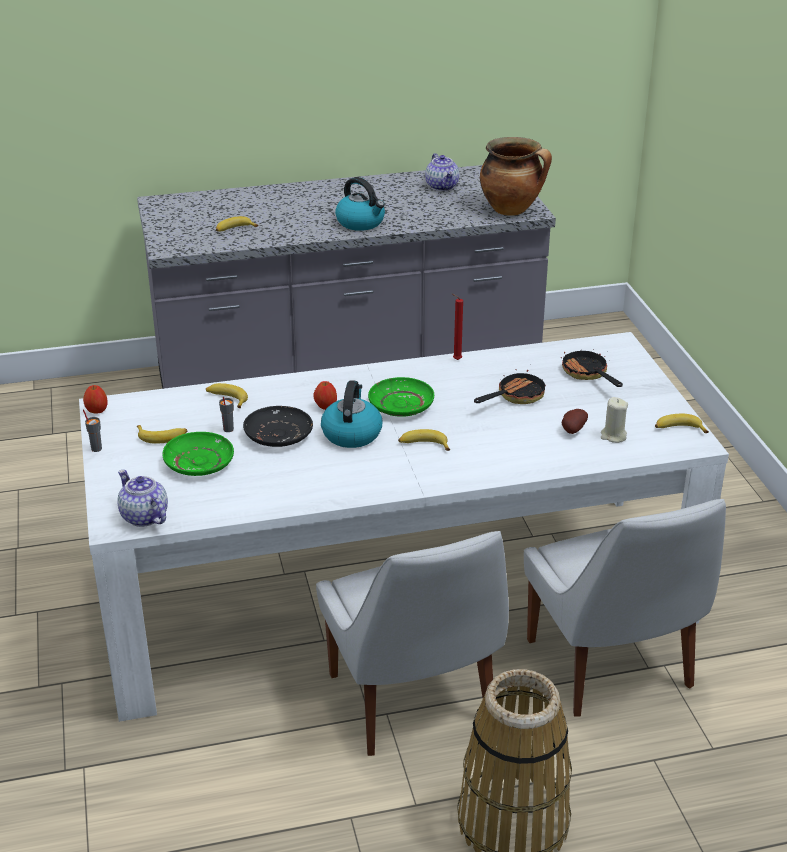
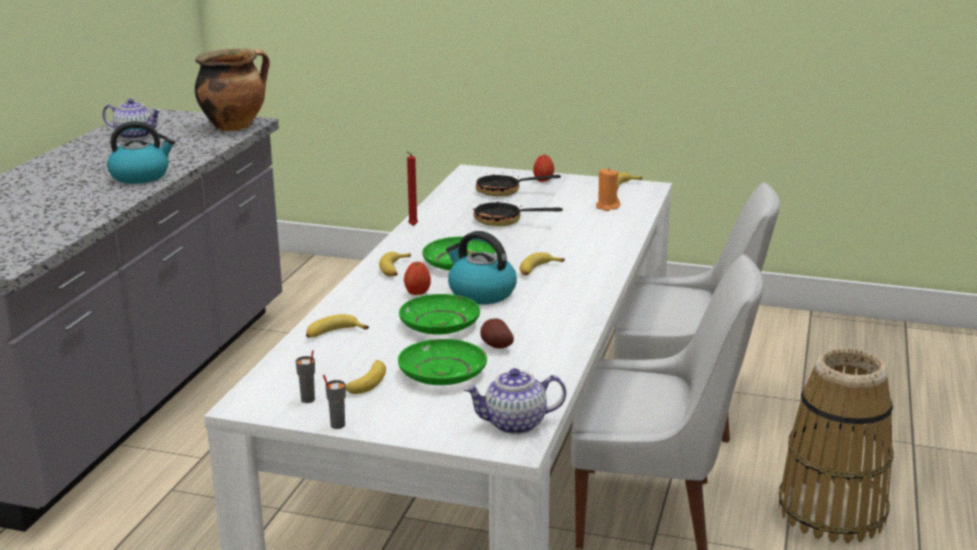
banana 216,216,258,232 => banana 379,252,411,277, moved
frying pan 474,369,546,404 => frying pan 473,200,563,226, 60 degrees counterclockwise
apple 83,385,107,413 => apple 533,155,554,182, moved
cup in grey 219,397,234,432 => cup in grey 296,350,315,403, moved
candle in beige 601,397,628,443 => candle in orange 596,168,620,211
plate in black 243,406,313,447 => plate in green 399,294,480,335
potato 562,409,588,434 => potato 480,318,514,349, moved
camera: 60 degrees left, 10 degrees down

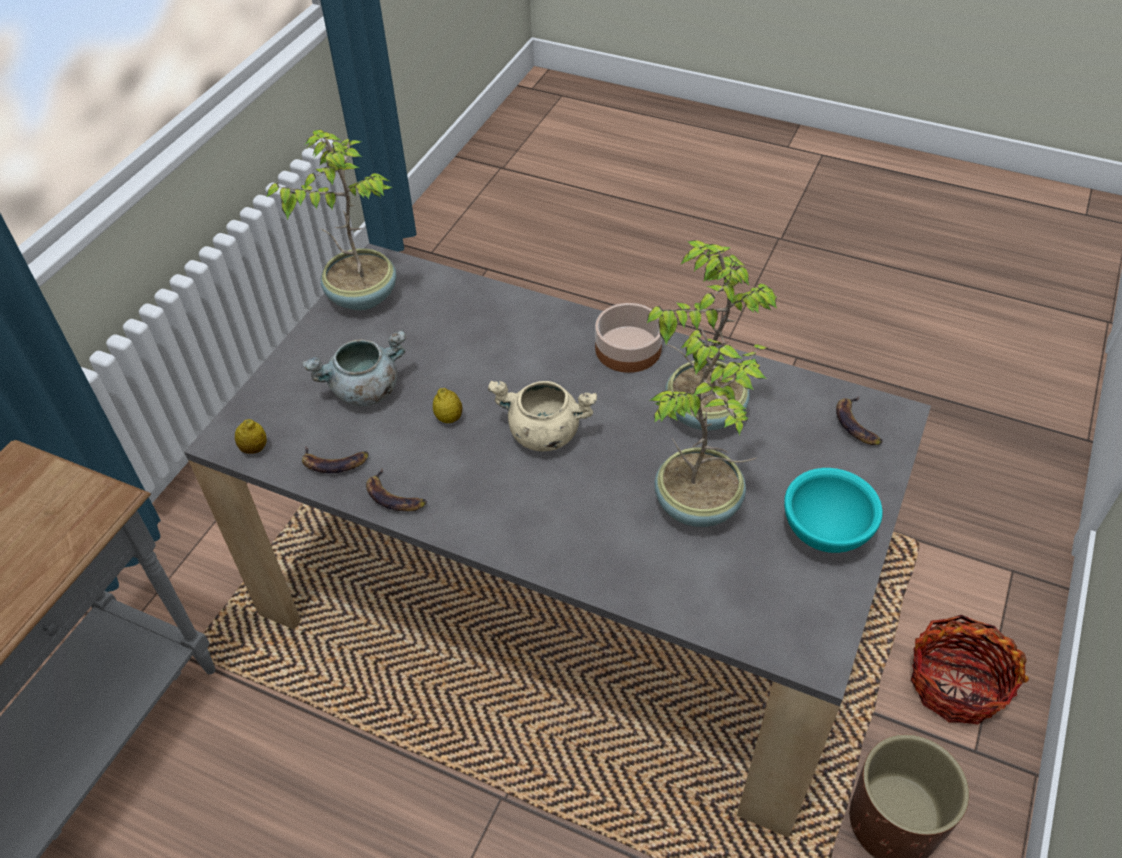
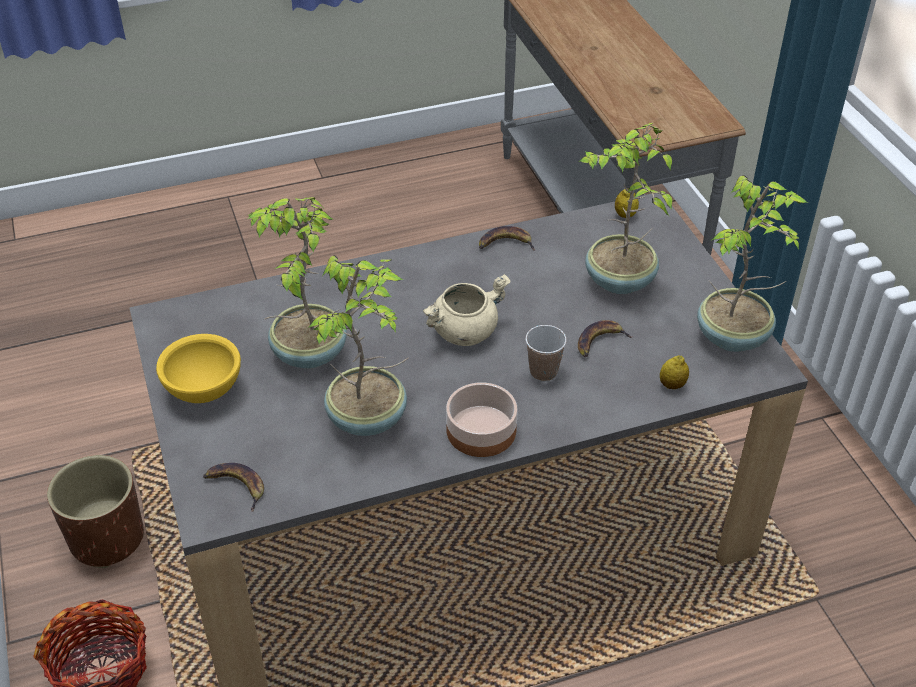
cooking pot in grey 302,330,406,407 => potted plant 578,122,673,294
lemon 433,388,462,423 => lemon 660,355,689,389, moved
banana 302,446,369,473 => banana 578,320,632,357, moved
bowl in turquoise 784,468,883,553 => bowl in yellow 156,334,241,403
nothing => cup 526,325,567,381
camera: 135 degrees right, 5 degrees down

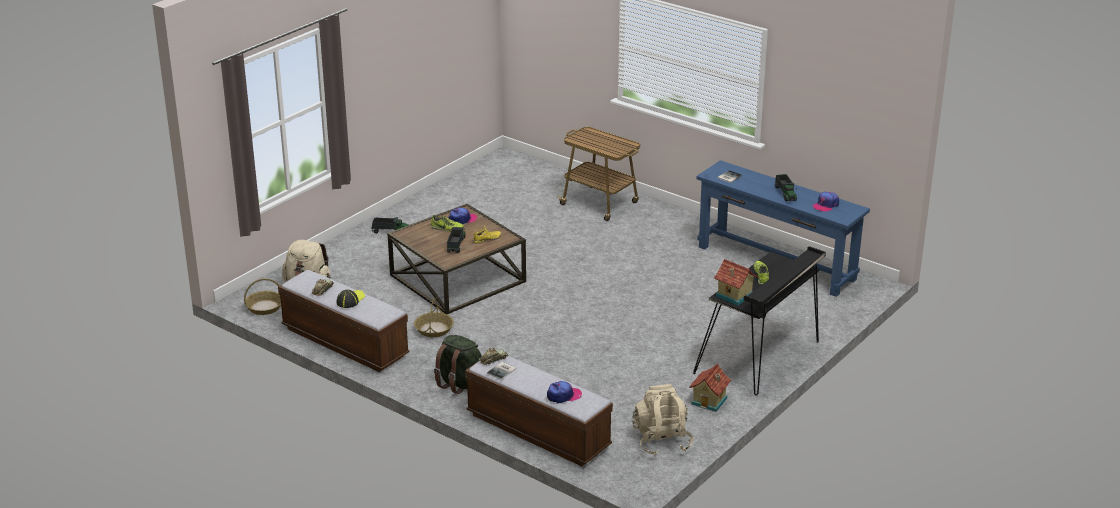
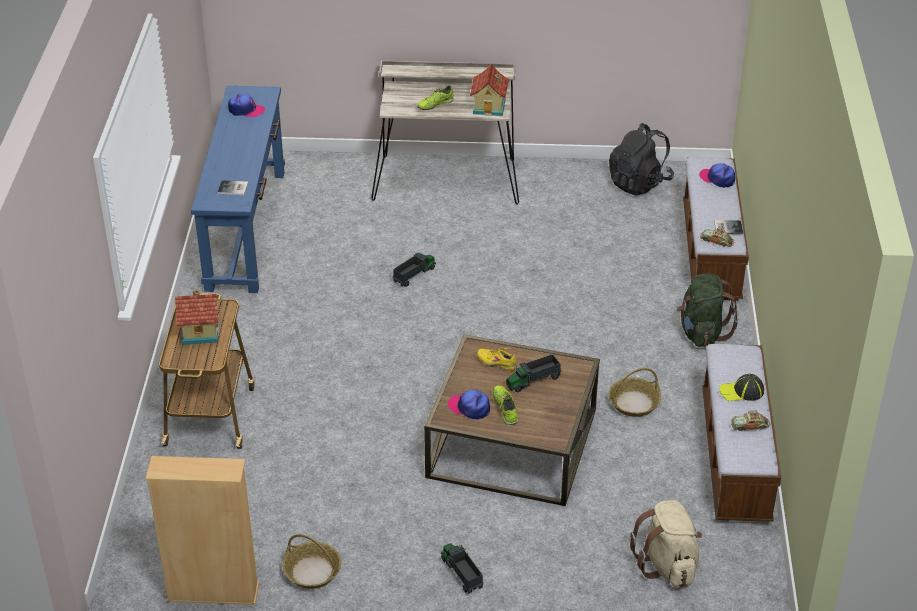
toy truck 775,174,797,201 => toy truck 392,252,436,287, moved
desk in black 693,246,826,395 => desk in beige 371,61,519,205
basket 244,279,281,315 => basket 283,534,341,589, moved
toy house 689,363,731,412 => toy house 175,289,219,345, moved
backpack in beige 632,384,694,455 => backpack in black 609,123,674,196
nothing => bookcase in beige 145,456,259,605
camera: 125 degrees left, 10 degrees up

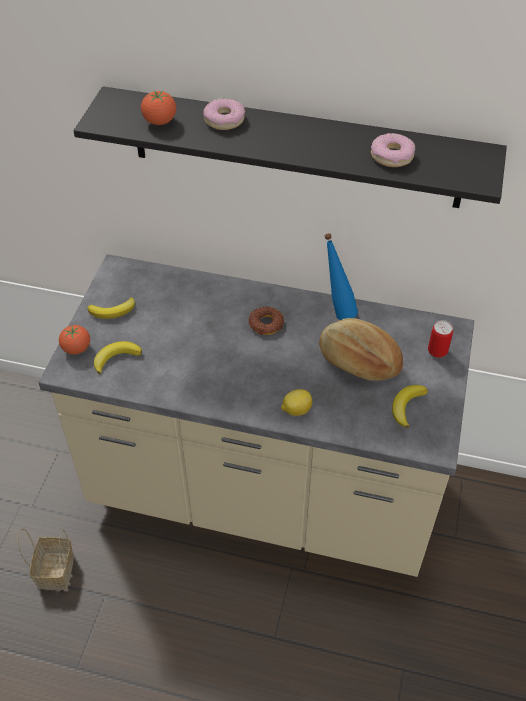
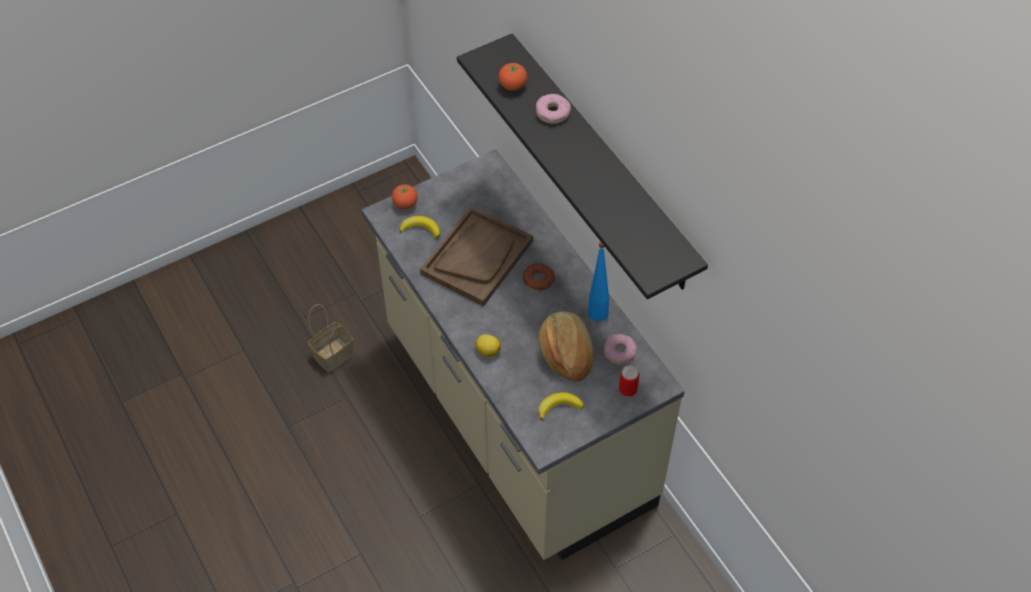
donut 371,133,415,167 => donut 604,334,637,365, moved
banana 88,297,135,319 => nothing
nothing => tray in brown 420,206,533,307
camera: 45 degrees right, 5 degrees up

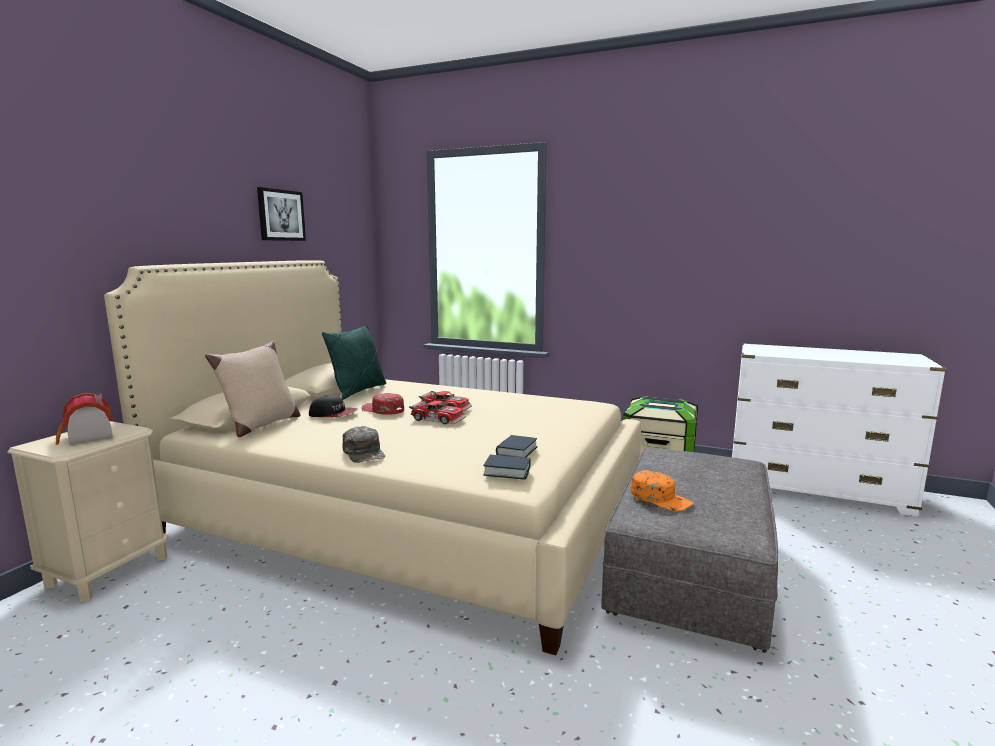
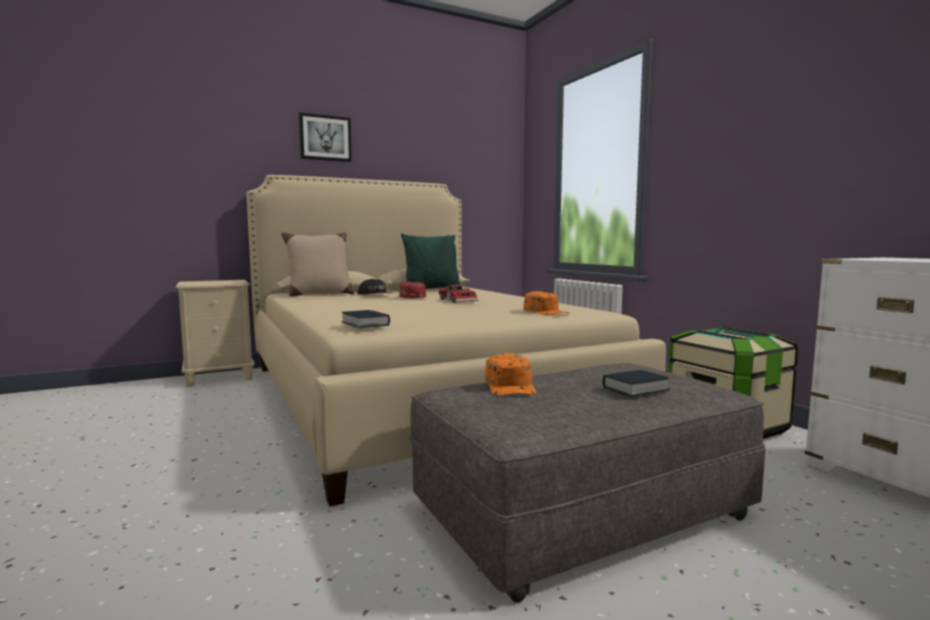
picture 257,187,306,241 => picture 299,113,352,162, moved
toy house 55,393,114,445 => nothing
toy car 409,400,466,424 => nothing
cap in green 342,426,385,463 => nothing
book 496,435,538,458 => book 603,370,670,397, moved
nothing => cap in orange 523,291,570,315
camera: 40 degrees right, 5 degrees down

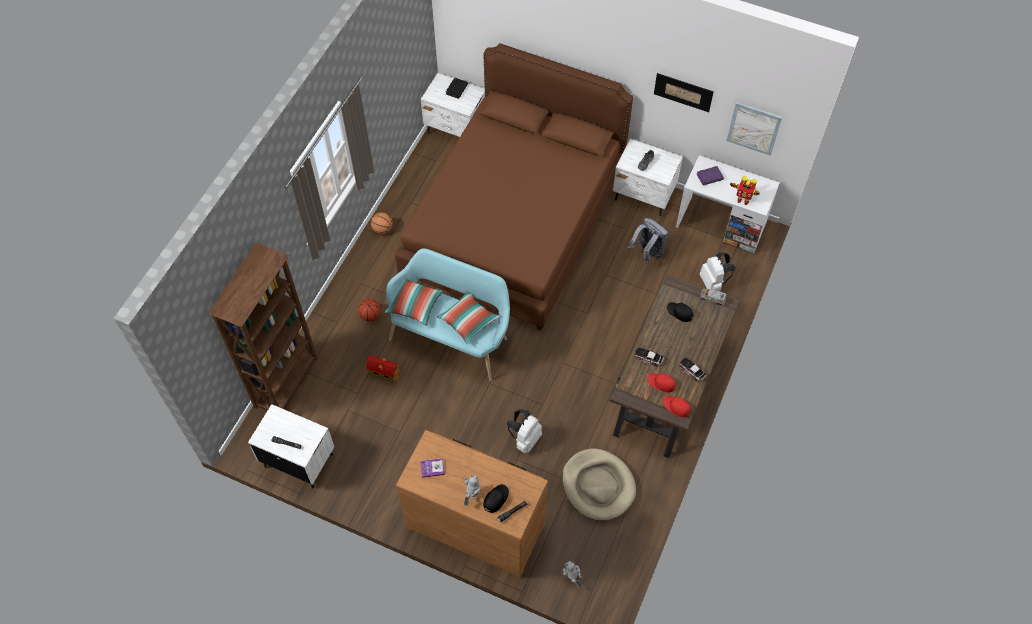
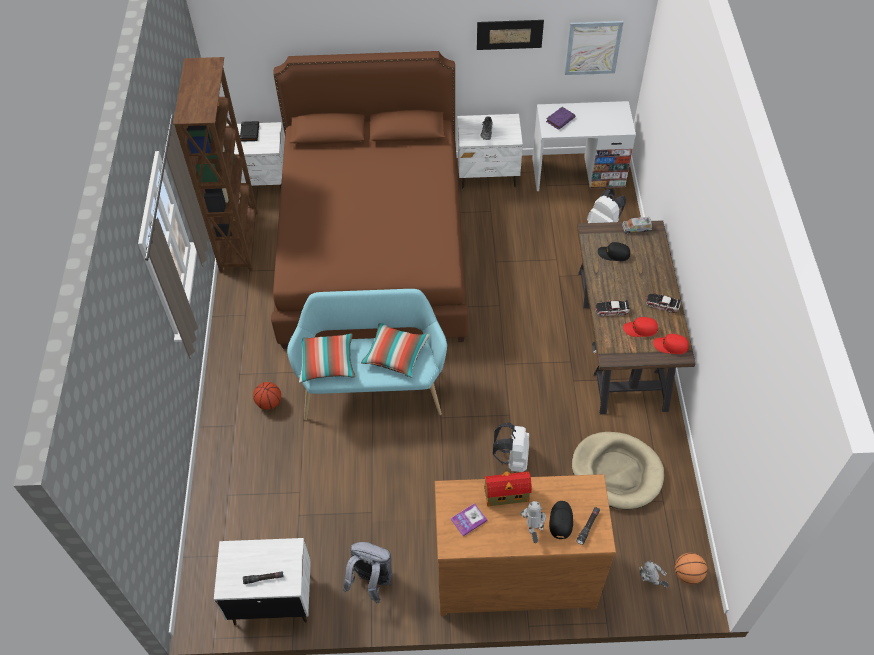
toy robot 730,176,760,205 => nothing
basketball 371,212,393,234 => basketball 675,553,707,584, moved
backpack in grey 628,218,668,264 => backpack in grey 343,542,392,603, moved
bookcase in brown 208,243,318,411 => bookcase in brown 173,57,258,272, moved
toy house 366,356,400,383 => toy house 484,471,532,506, moved
camera: 25 degrees left, 5 degrees down

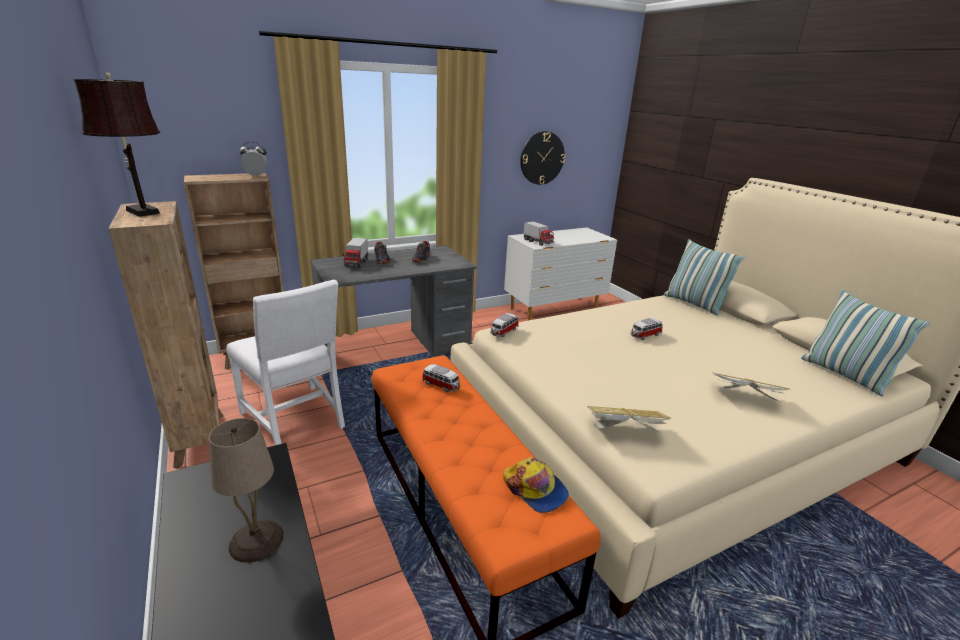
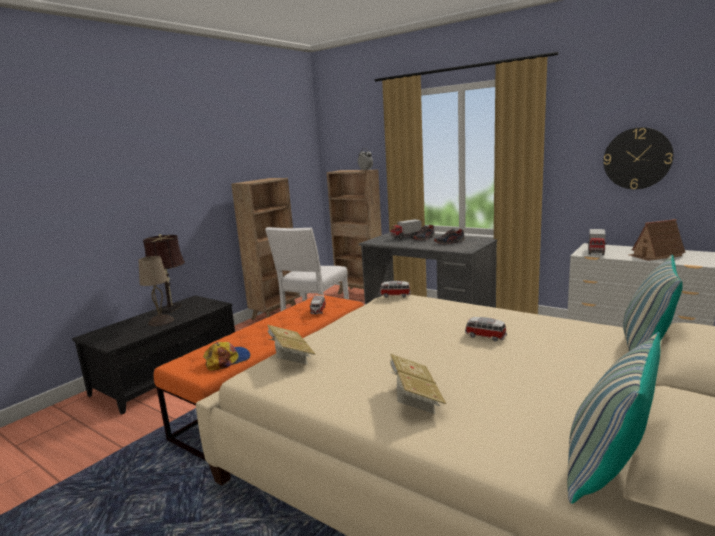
table lamp in brown 73,73,160,217 => table lamp in brown 143,234,185,313, moved
cap 503,457,569,513 => cap 203,342,250,371, 150 degrees counterclockwise
nothing => toy house 628,219,686,261
camera: 65 degrees right, 10 degrees down

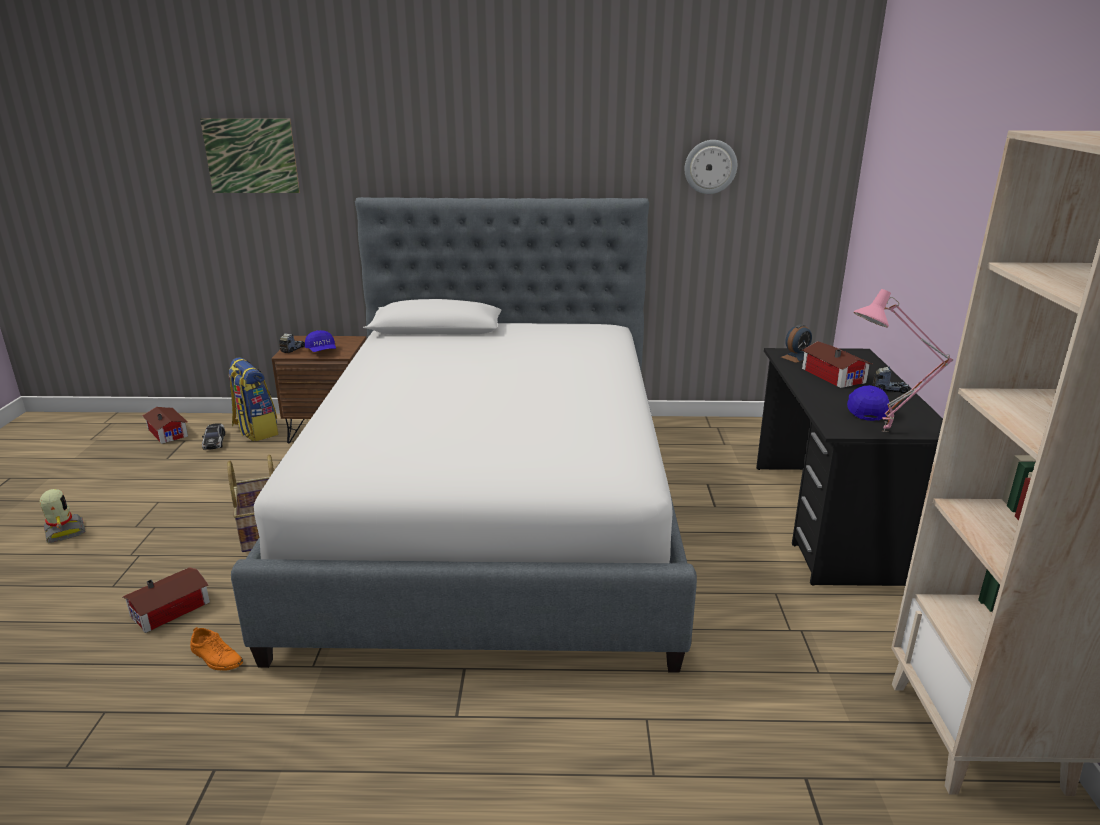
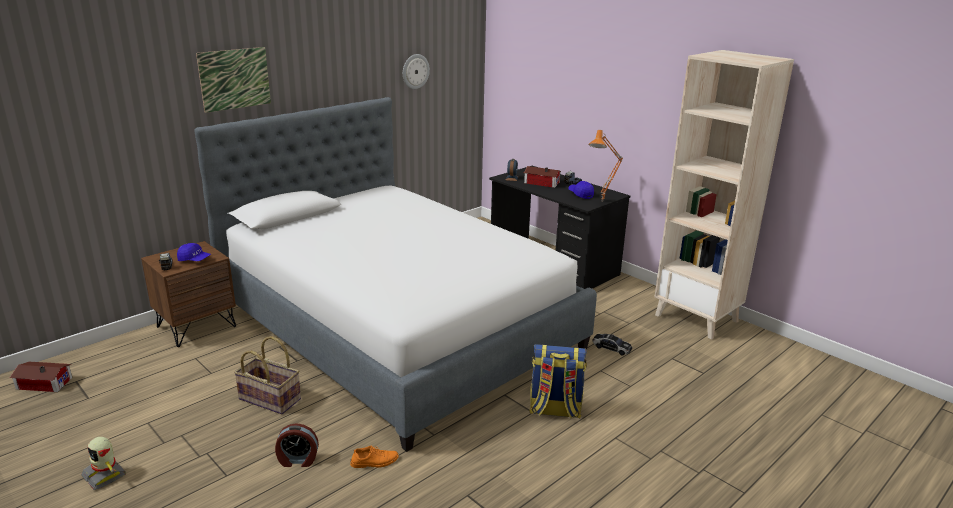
picture 200,118,300,193 => picture 196,47,271,113, moved
table lamp in pink 854,289,953,432 => table lamp in orange 589,130,623,202
backpack 228,357,278,441 => backpack 529,344,587,419, moved
toy car 202,423,225,450 => toy car 592,334,632,356, moved
toy robot 40,489,85,543 => toy robot 81,437,127,490, 150 degrees counterclockwise
toy house 122,567,210,633 => alarm clock 275,423,319,467
camera: 45 degrees left, 0 degrees up

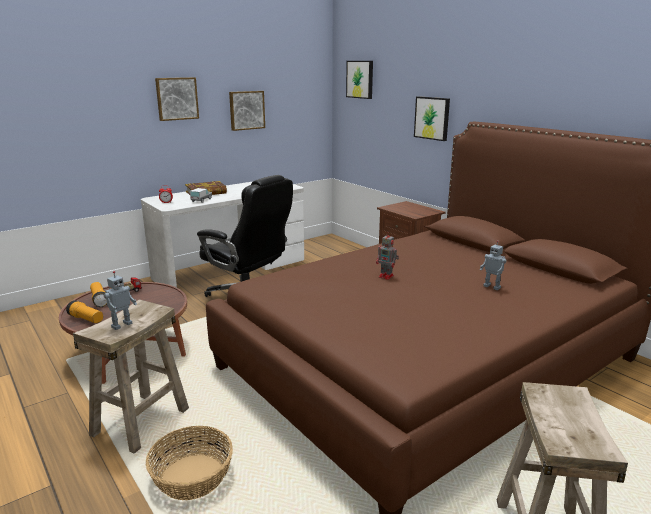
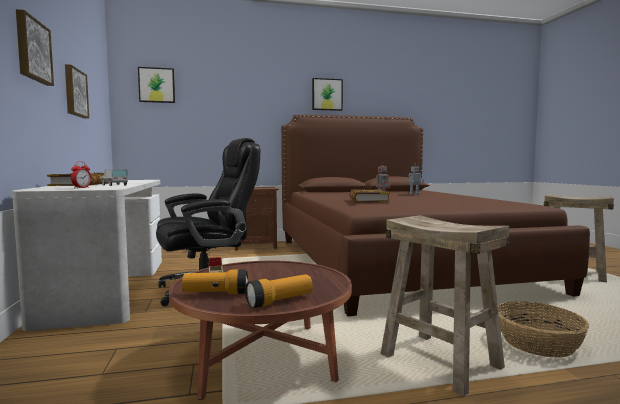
picture 414,96,450,141 => picture 312,78,343,111, moved
toy robot 104,271,137,330 => nothing
nothing => book 349,189,390,202
camera: 65 degrees left, 15 degrees down

